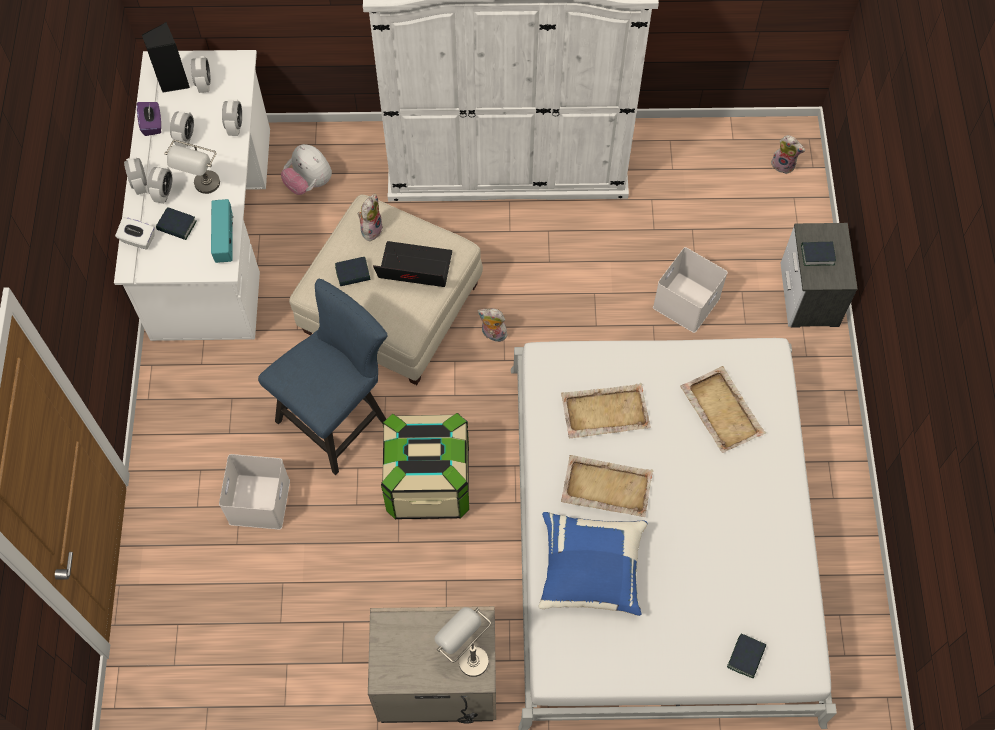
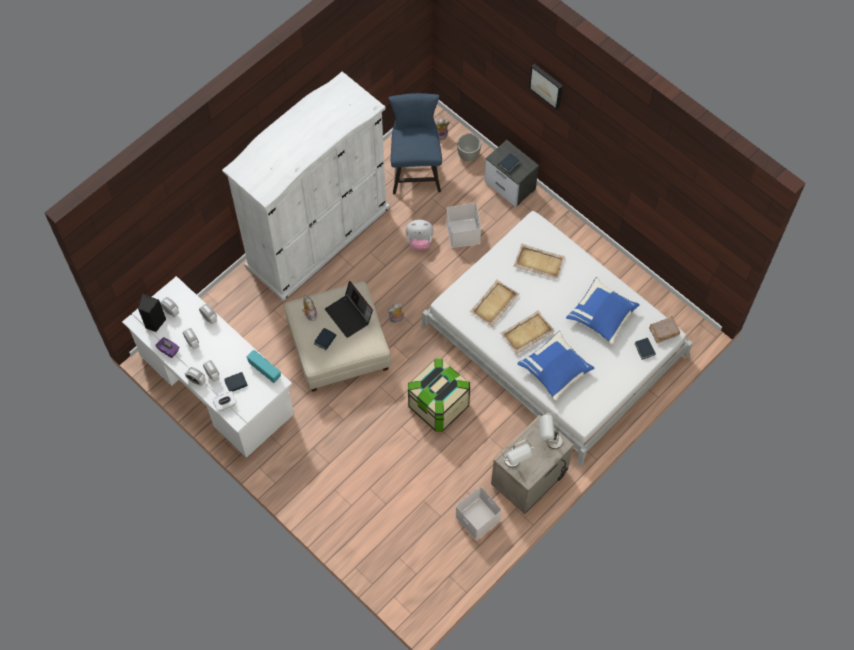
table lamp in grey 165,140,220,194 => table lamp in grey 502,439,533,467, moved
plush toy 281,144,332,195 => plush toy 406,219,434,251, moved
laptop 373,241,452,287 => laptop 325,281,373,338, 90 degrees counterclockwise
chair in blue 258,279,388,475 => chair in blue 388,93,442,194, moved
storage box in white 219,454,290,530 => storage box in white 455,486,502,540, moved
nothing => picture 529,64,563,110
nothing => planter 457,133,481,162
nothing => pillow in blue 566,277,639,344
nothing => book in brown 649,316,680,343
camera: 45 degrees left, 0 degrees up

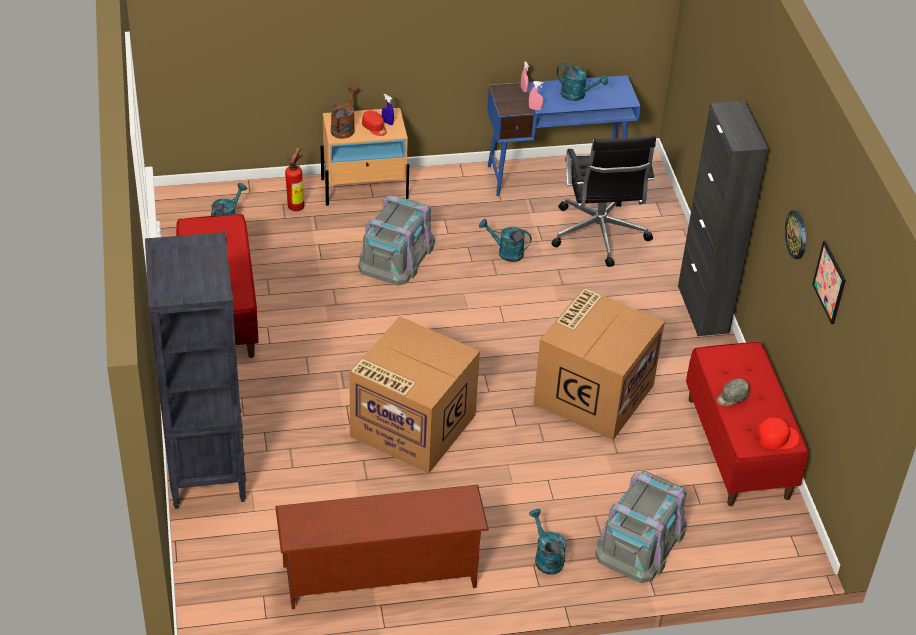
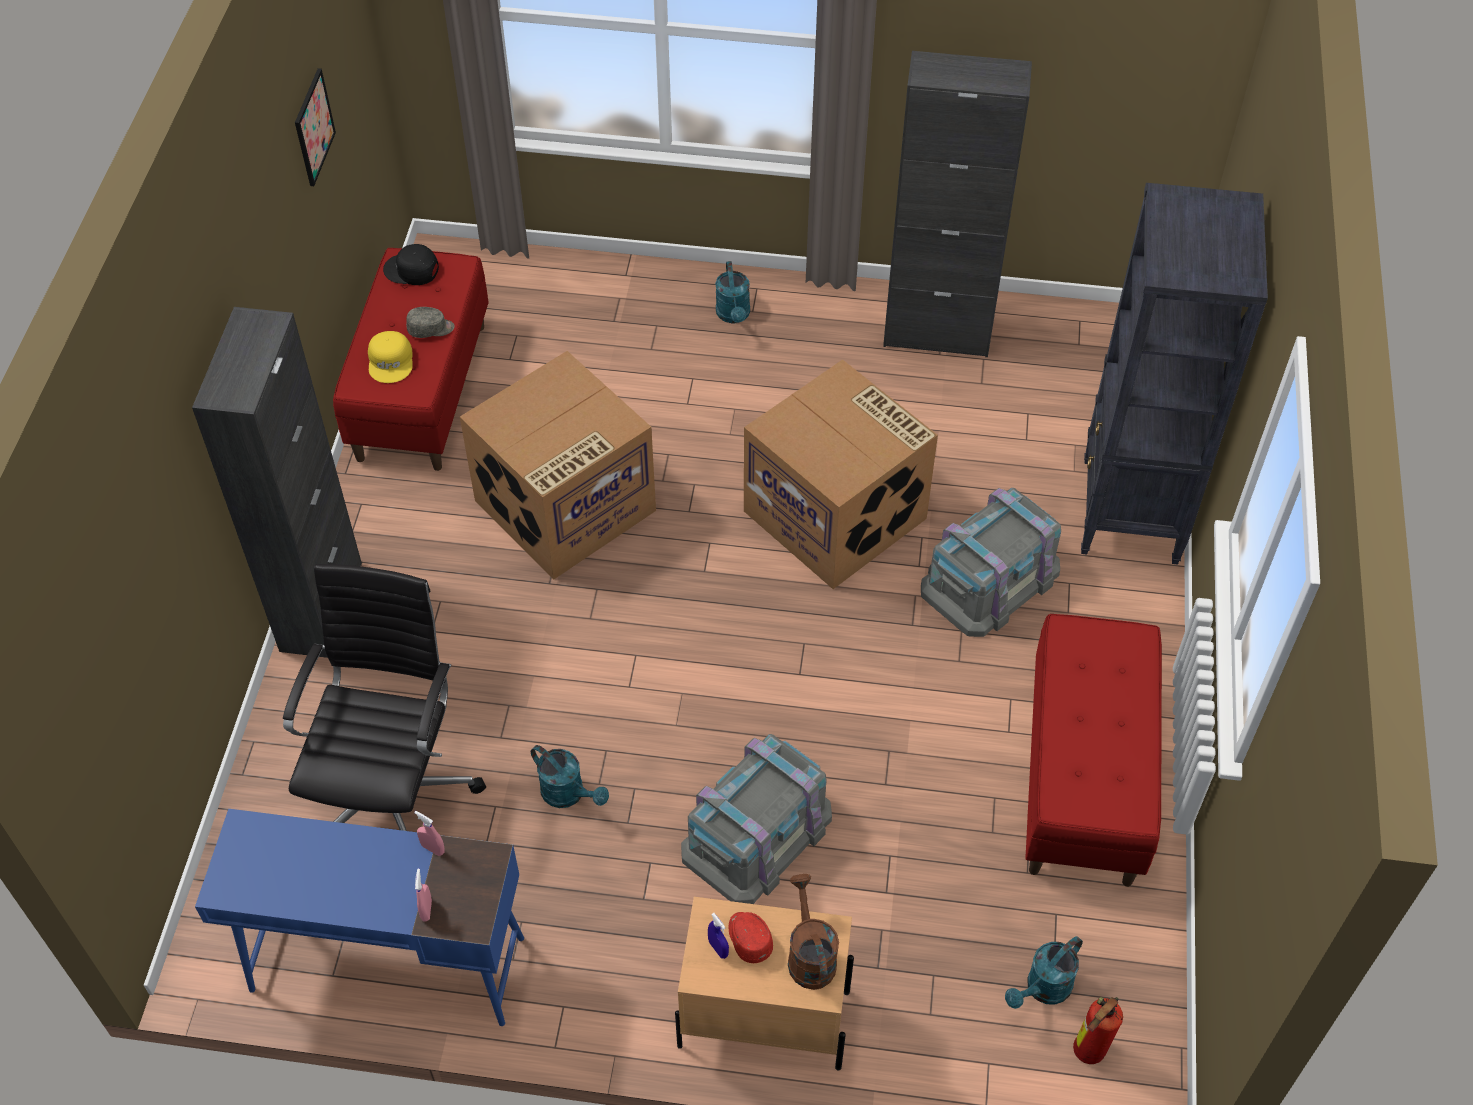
watering can in turquoise 557,63,608,101 => nothing
watering can in brown 331,86,358,139 => watering can in brown 788,874,839,990, 135 degrees clockwise
fire extinguisher 285,147,304,211 => fire extinguisher 1073,997,1123,1064, moved
wall clock 785,210,806,259 => nothing
cap in red 757,417,799,449 => cap in black 383,244,439,285
storage box in grey 595,471,687,583 => storage box in grey 921,488,1061,637, moved
shoe rack in brown 275,485,489,609 => cabinet in black 883,51,1032,357
nothing => cap in yellow 368,331,413,383
camera: 160 degrees left, 10 degrees up

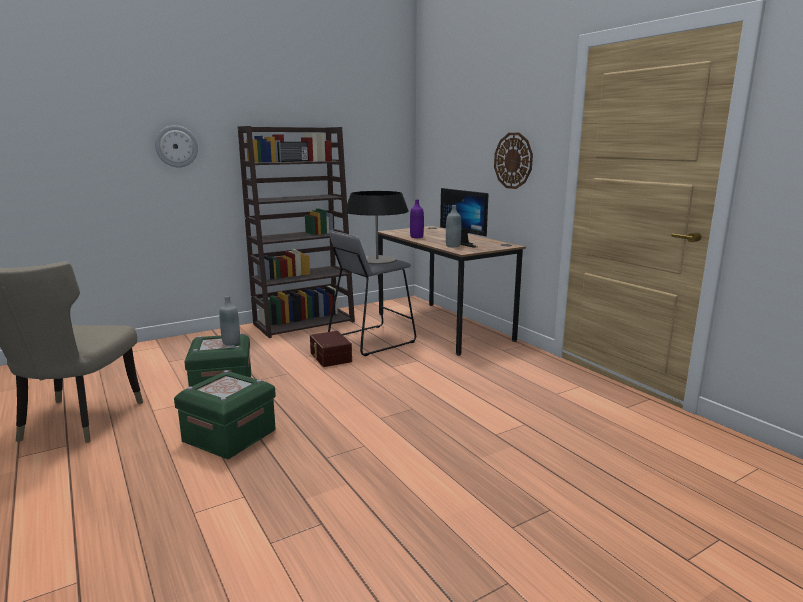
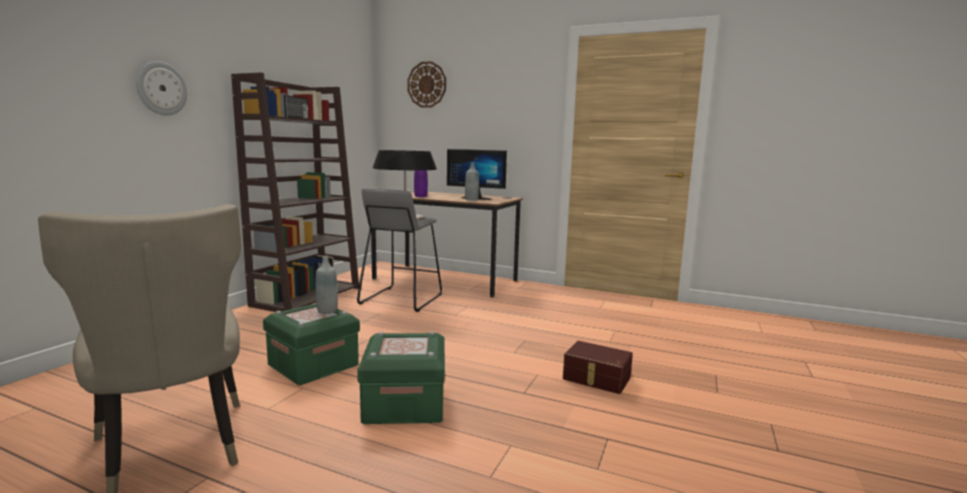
wall clock 494,133,533,189 => wall clock 408,61,446,108, moved
storage box in brown 310,331,352,367 => storage box in brown 563,341,633,394, moved
camera: 35 degrees left, 5 degrees down

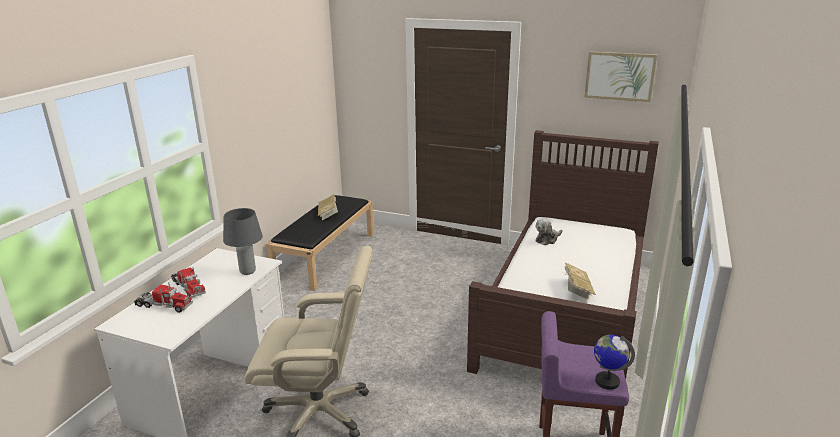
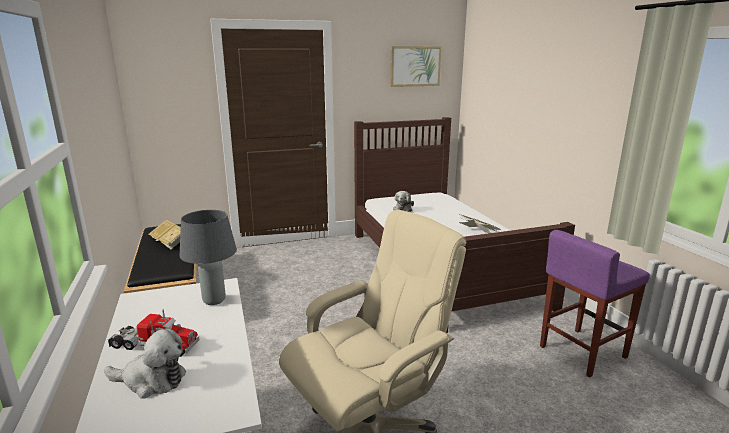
toy truck 134,282,193,313 => plush toy 104,329,186,398
globe 594,335,635,390 => nothing
camera: 40 degrees left, 5 degrees down

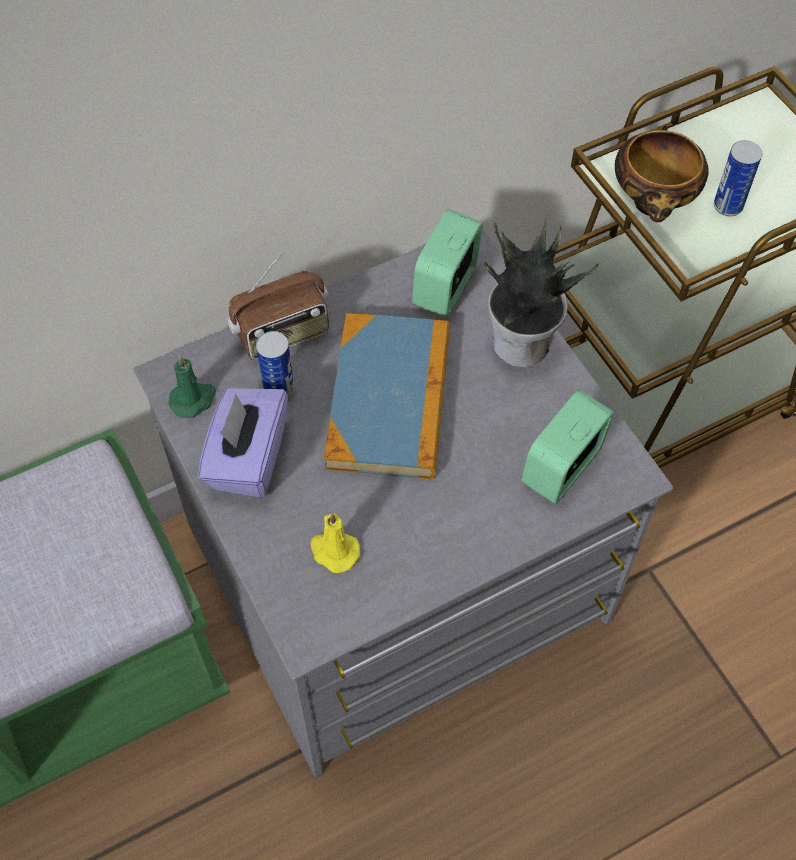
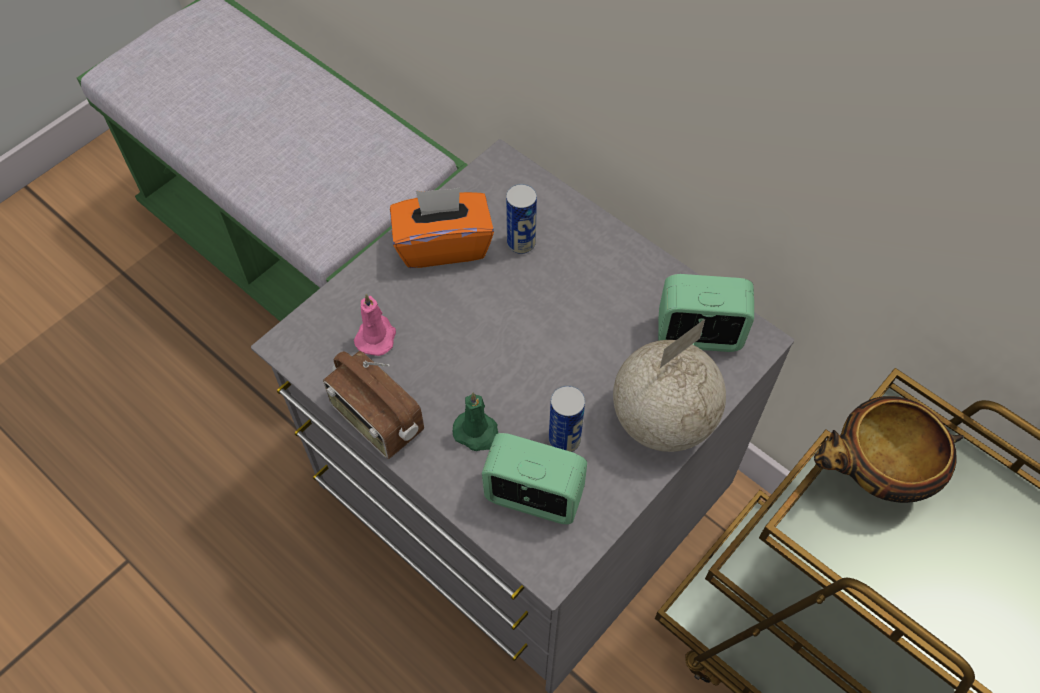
can 714,140,762,217 => can 549,385,585,452, moved
potted plant 484,218,599,367 => globe 613,319,726,452
radio 227,251,329,360 => radio 323,351,424,459, moved
book 324,313,450,480 => nothing
candle in green 169,355,216,418 => candle in green 453,392,498,451, moved
tissue box in purple 198,388,288,498 => tissue box in orange 390,188,494,268
candle in yellow 310,513,360,573 => candle in pink 354,294,396,356
camera: 70 degrees right, 0 degrees up

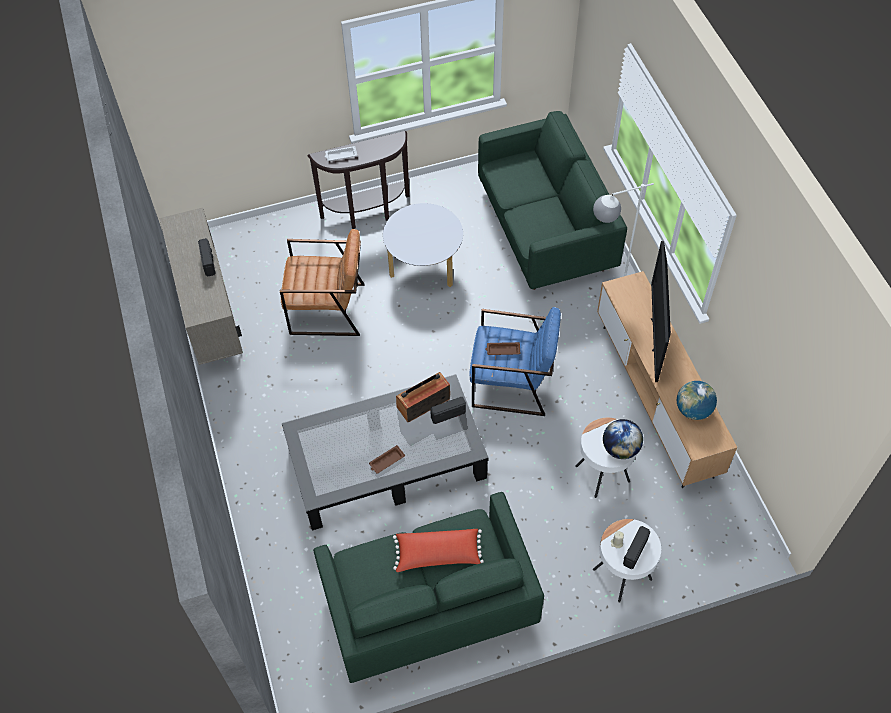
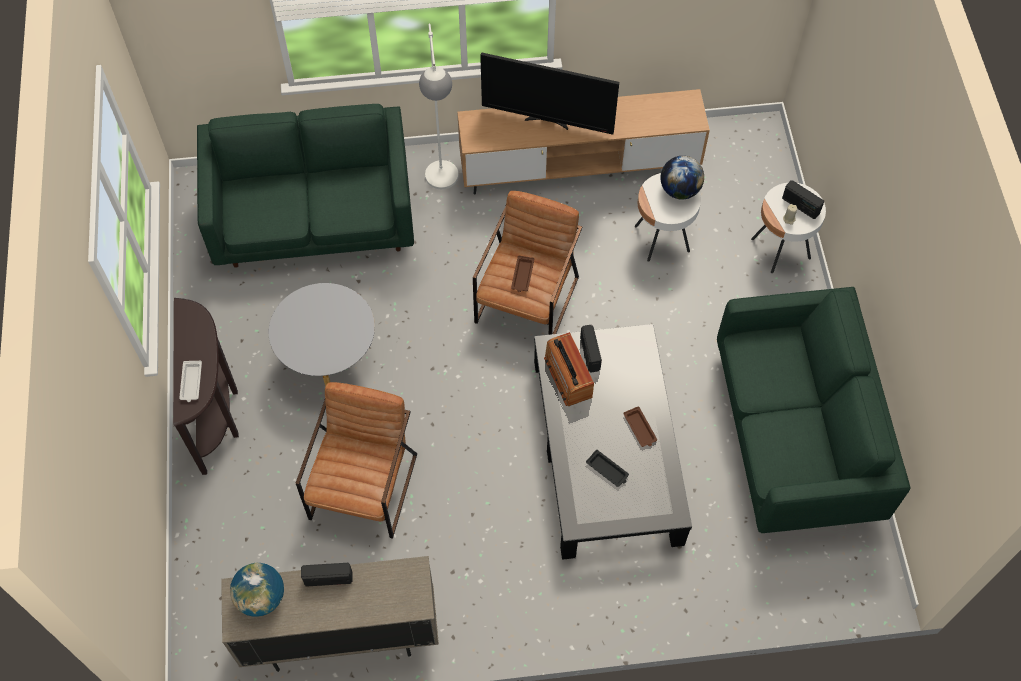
armchair in blue 470,307,561,416 => armchair in brown 473,191,582,335
globe 677,381,717,420 => globe 230,562,284,617, moved
pillow in red 393,529,484,572 => nothing
nothing => tray in black 586,450,629,487
camera: 80 degrees left, 5 degrees up

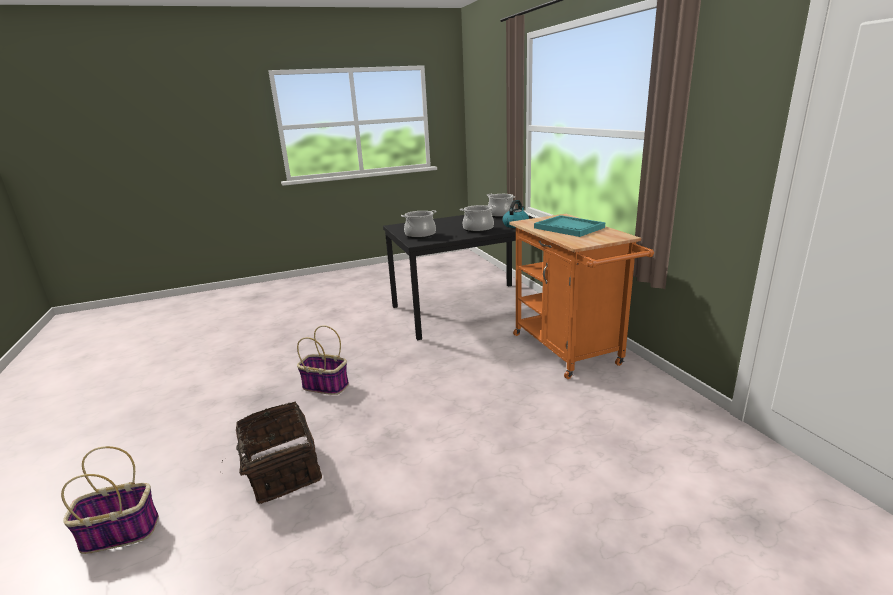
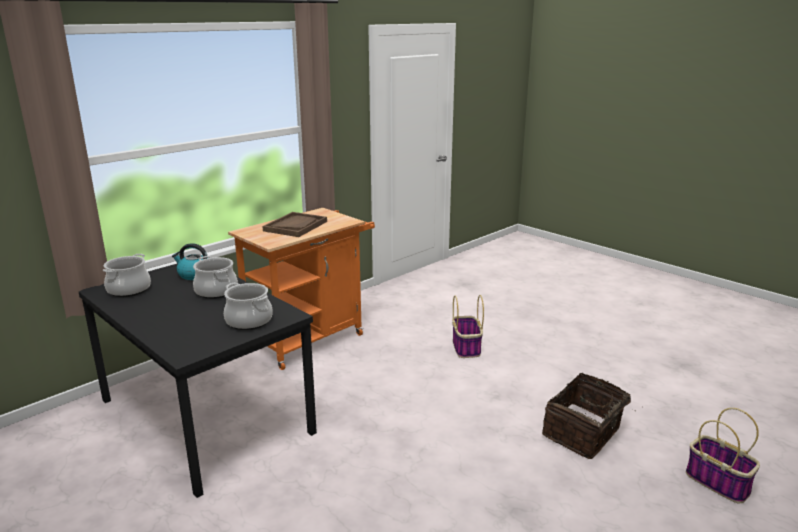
tray in turquoise 534,215,605,237 => tray in brown 262,212,327,237
basket 297,325,349,395 => basket 452,295,484,358, moved
camera: 115 degrees left, 0 degrees up

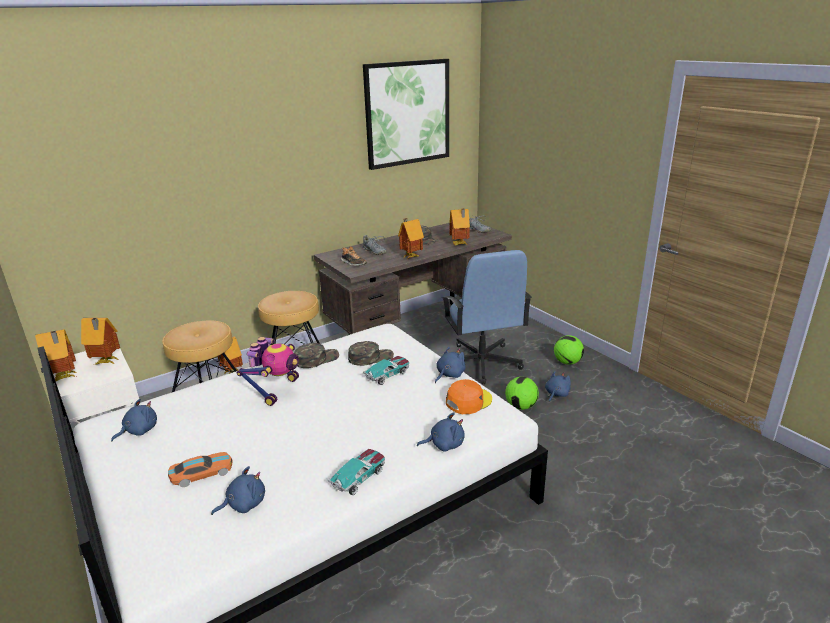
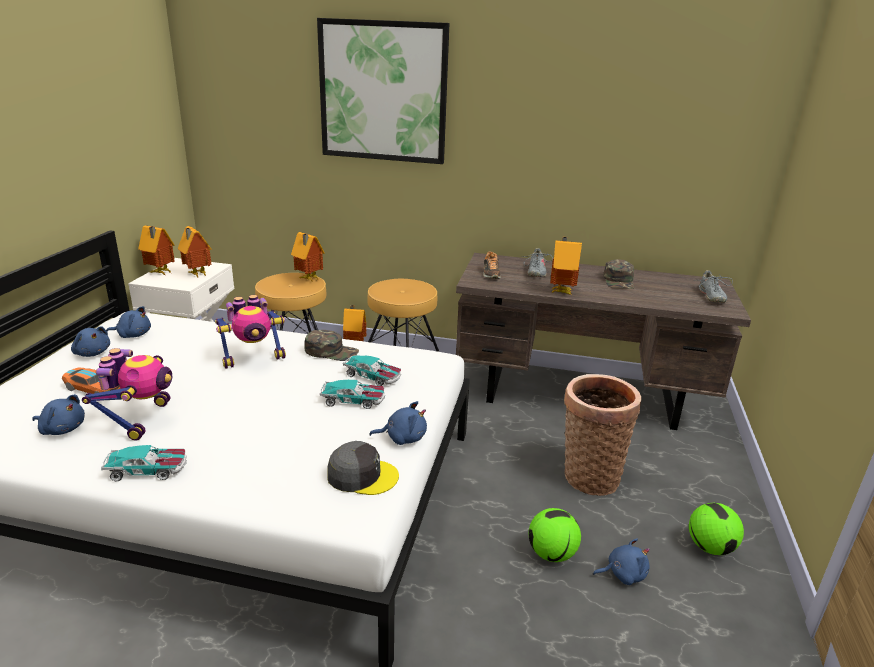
picture 363,59,449,170 => picture 317,18,450,164, moved
toy house 449,209,470,246 => toy house 291,232,325,282, moved
office chair in blue 442,250,532,384 => basket 564,374,641,496
cap in green 348,341,394,366 => toy car 343,354,401,386
cap in orange 446,379,492,414 => cap in grey 327,441,399,495
plush toy in blue 417,413,465,452 => plush toy in blue 71,326,110,357, moved
nothing => toy robot 82,348,172,440
camera: 45 degrees right, 0 degrees up

